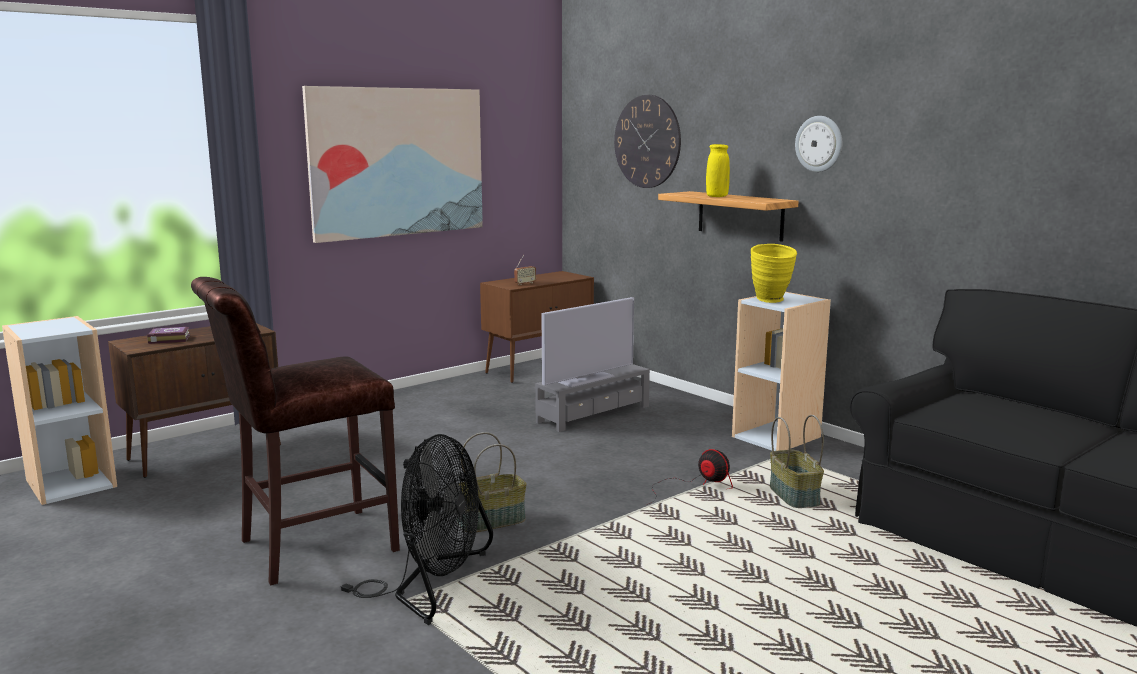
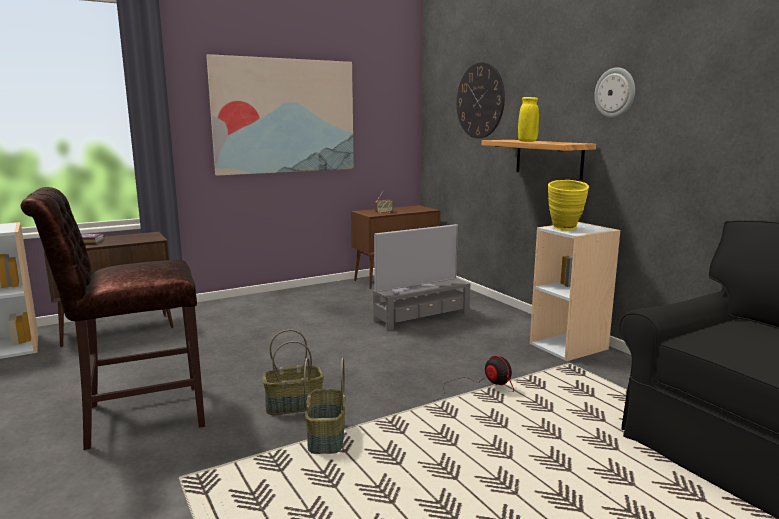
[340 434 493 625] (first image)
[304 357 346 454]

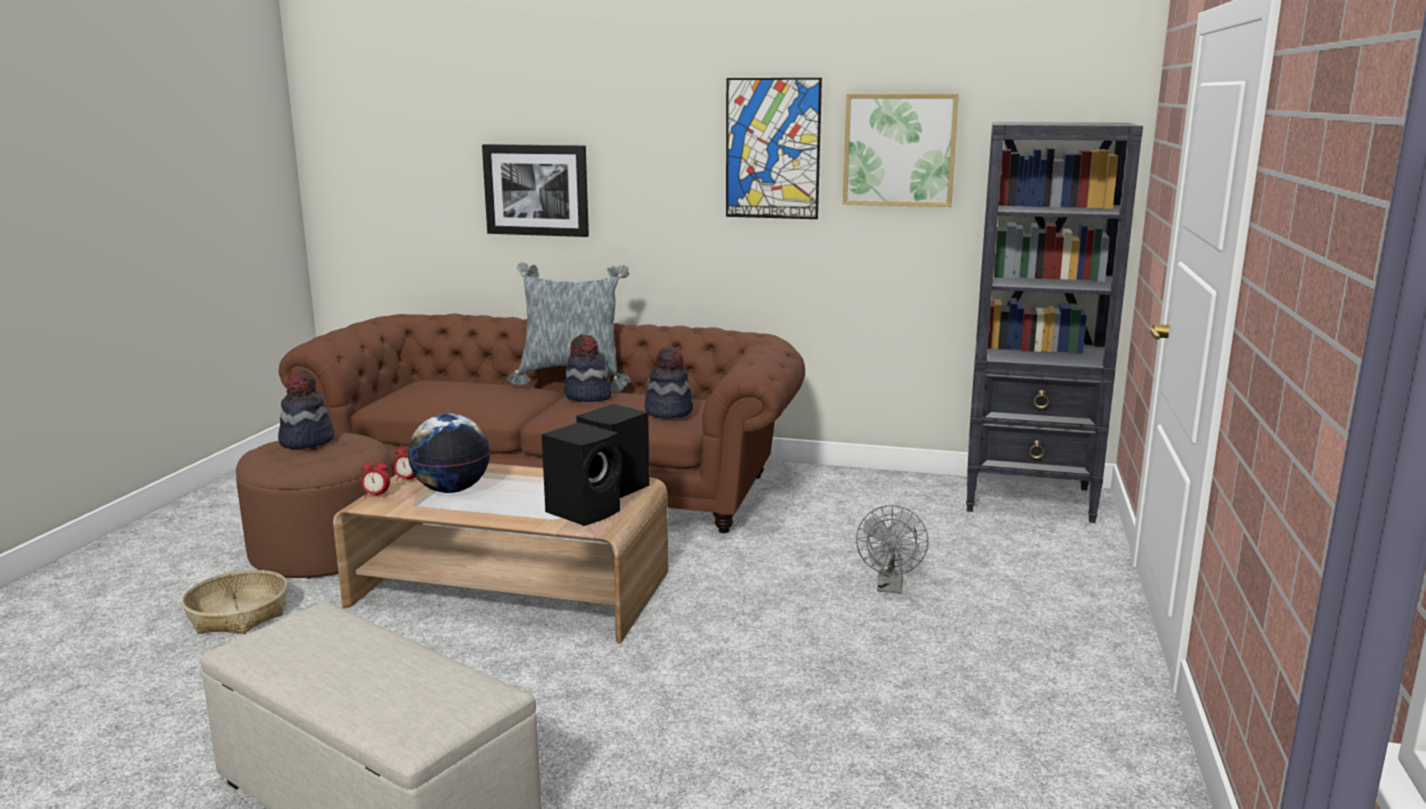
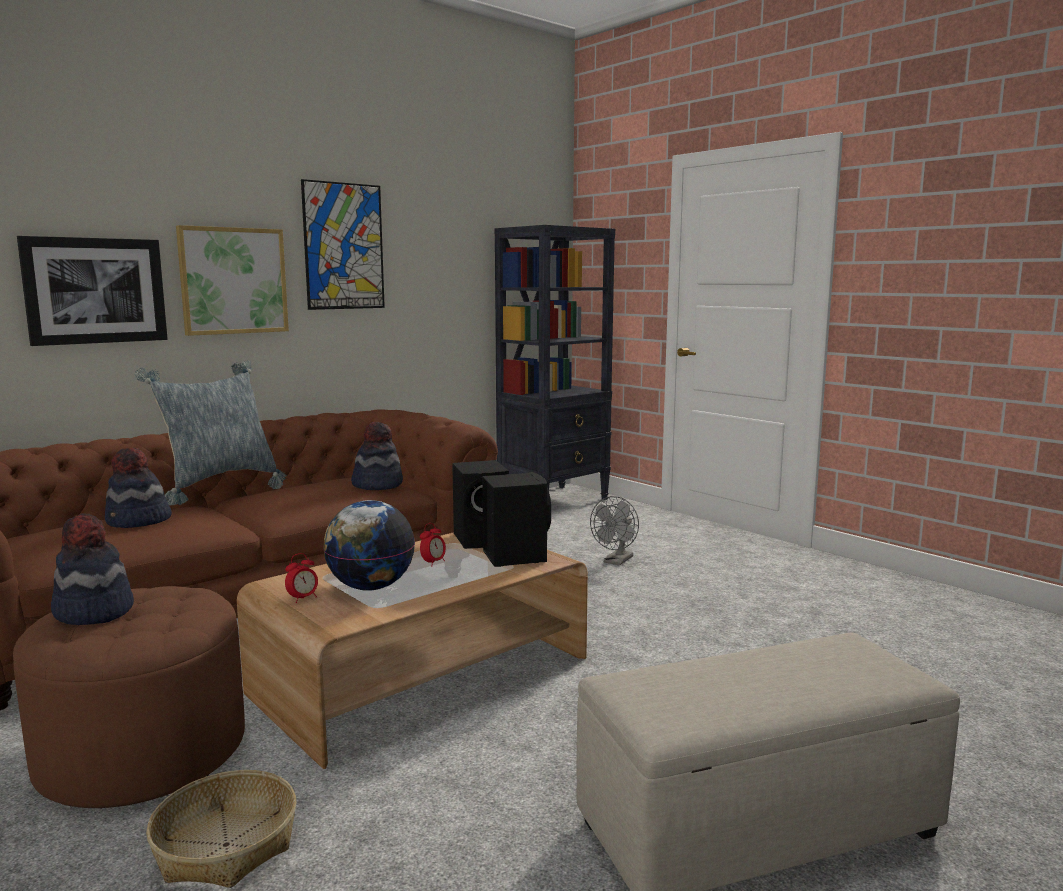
[420 523 446 567]
[105 448 172 528]
[176 225 289 336]
[590 496 639 566]

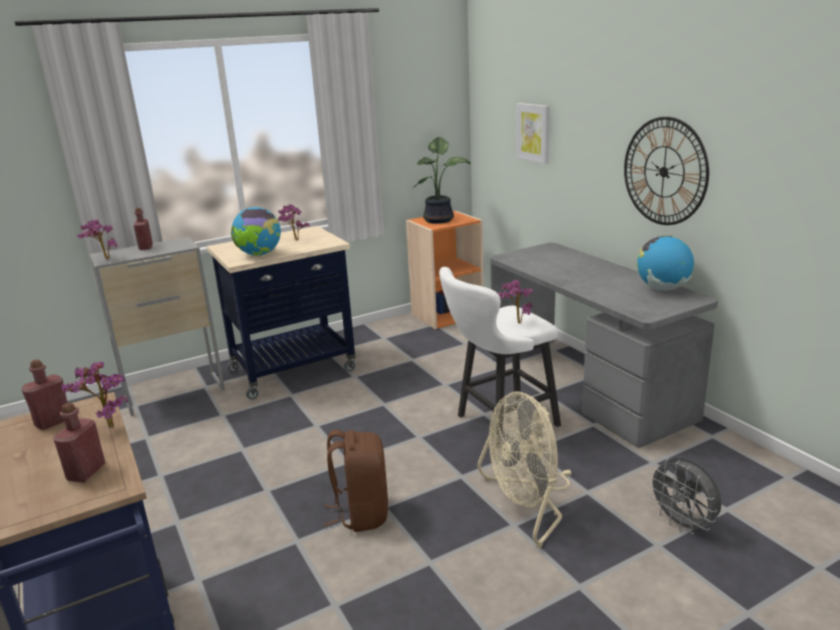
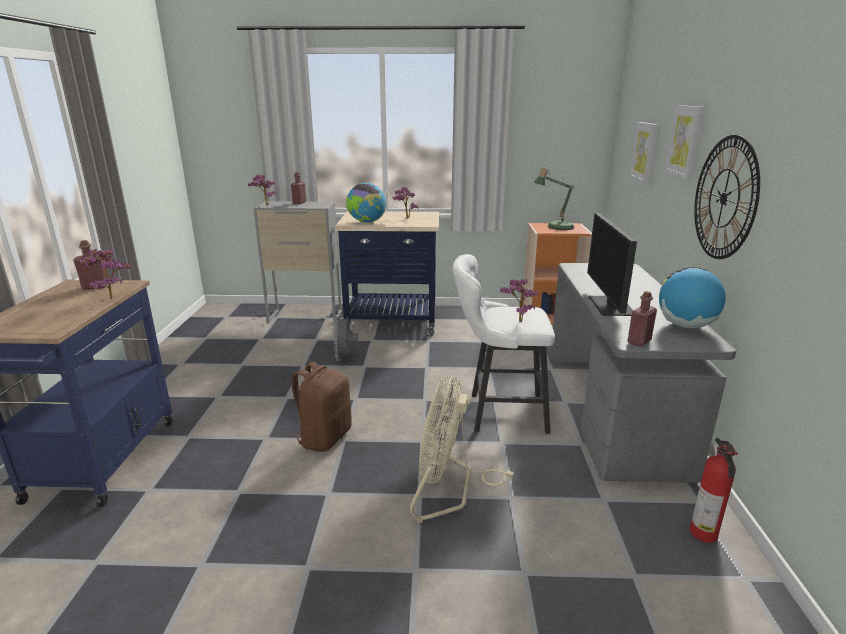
[587 213 637 316]
[664 105 705 179]
[690 438 738 543]
[628 291 657 347]
[333 314 358 361]
[534 167 574 230]

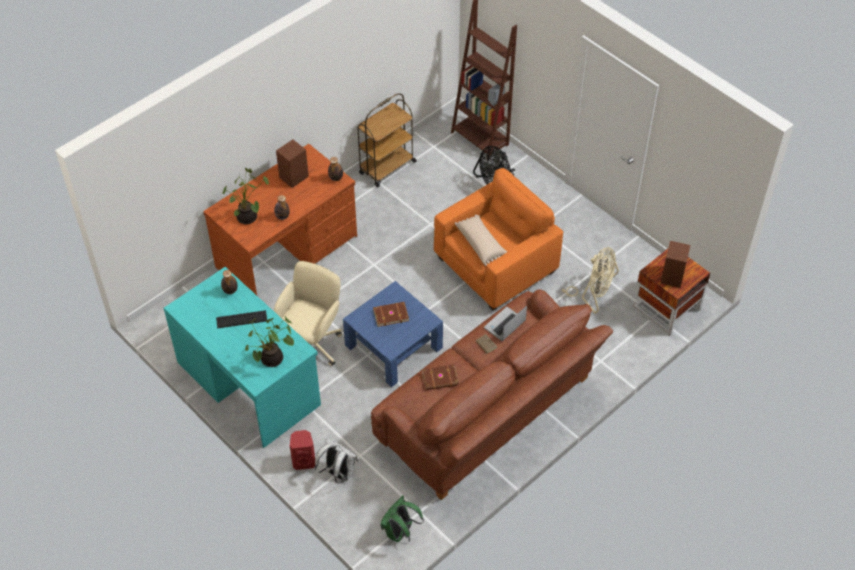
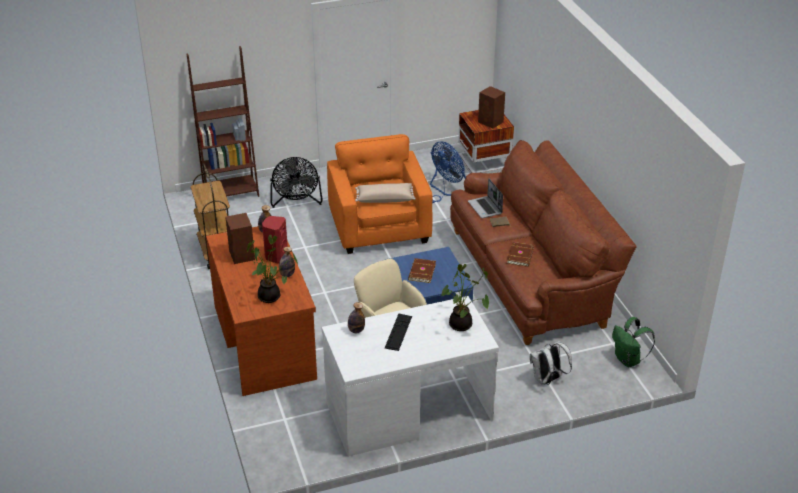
[262 216 288 263]
[321 296 499 456]
[430 142 466 203]

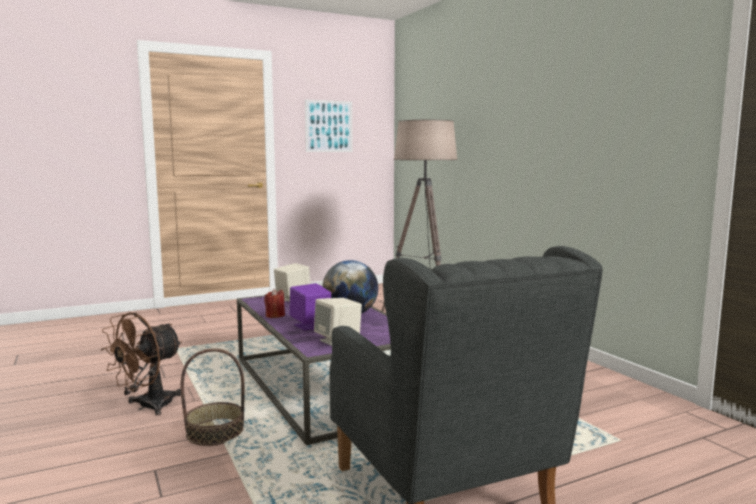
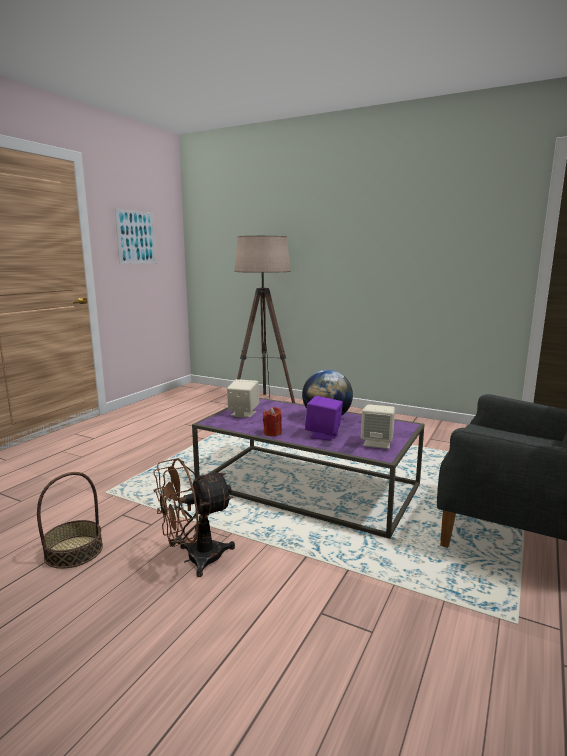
[37 472 103 569]
[153 458 235 577]

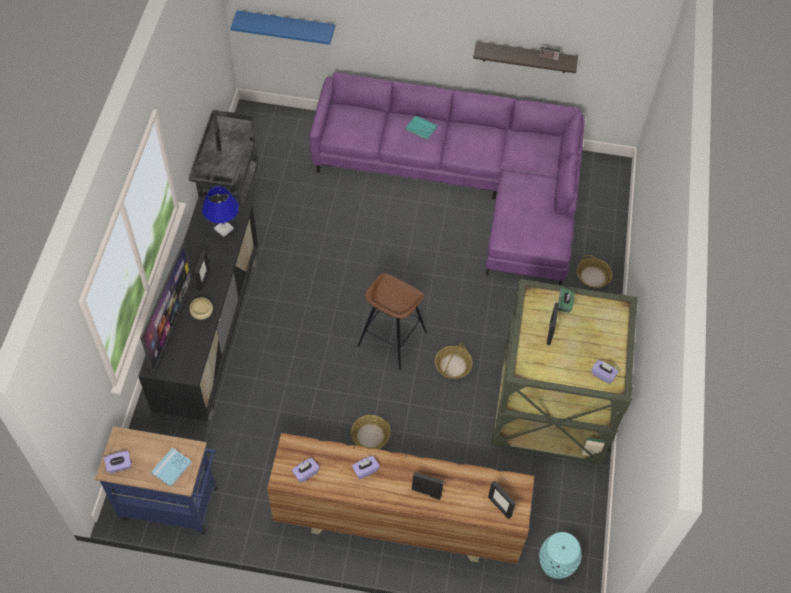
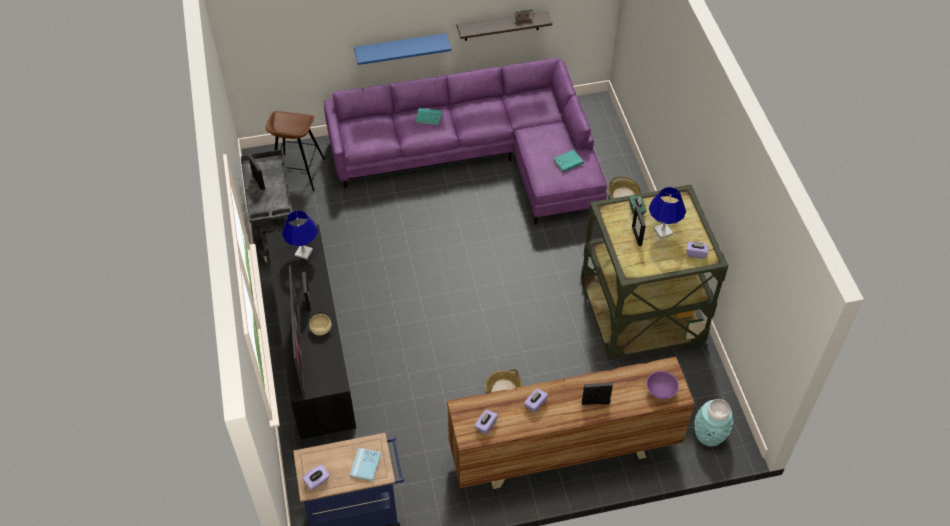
[435 343 473 379] (first image)
[553 150 584 172]
[649 187 686 239]
[708 399 730 421]
[354 33 451 65]
[266 111 325 191]
[646 371 679 399]

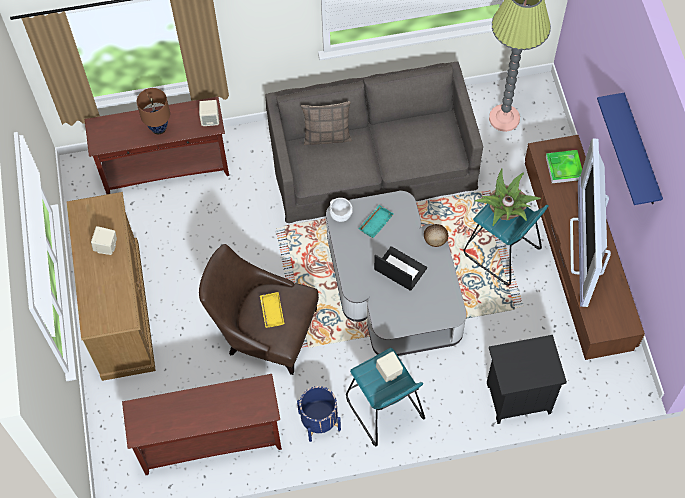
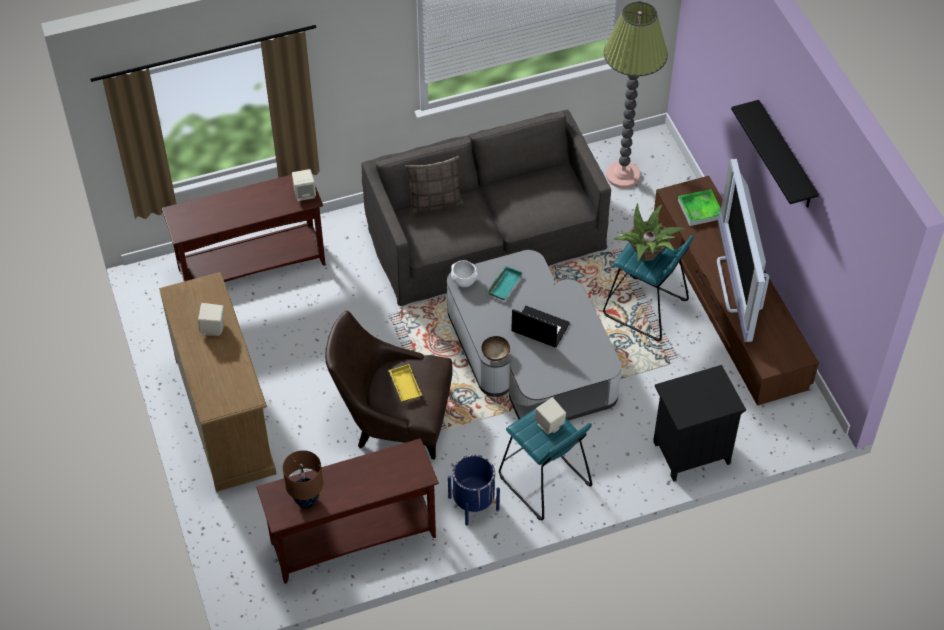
[283 450 323 509]
[482 336 510 361]
[731 100 819 208]

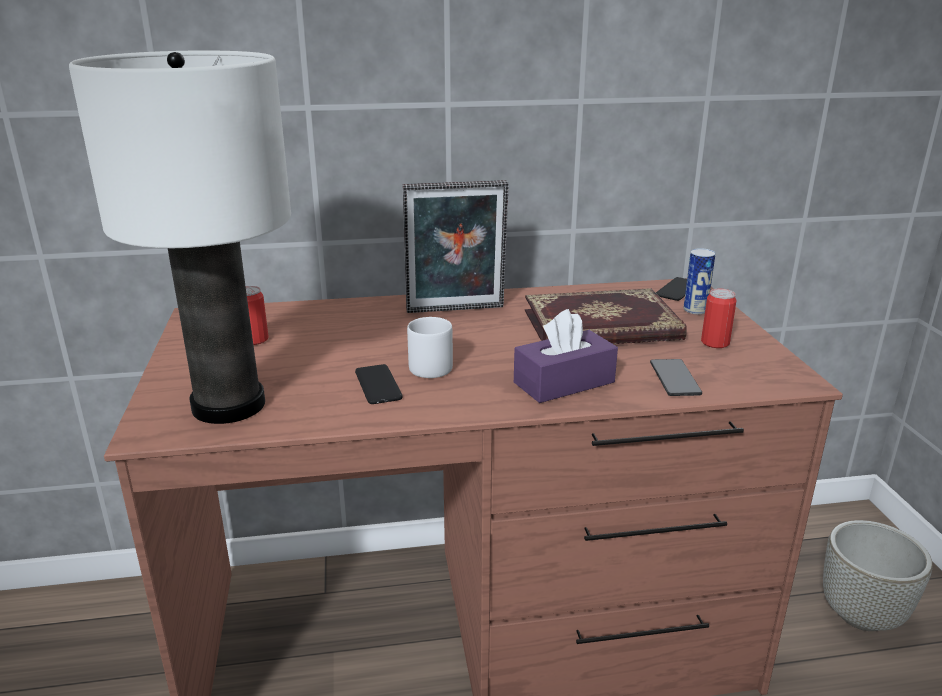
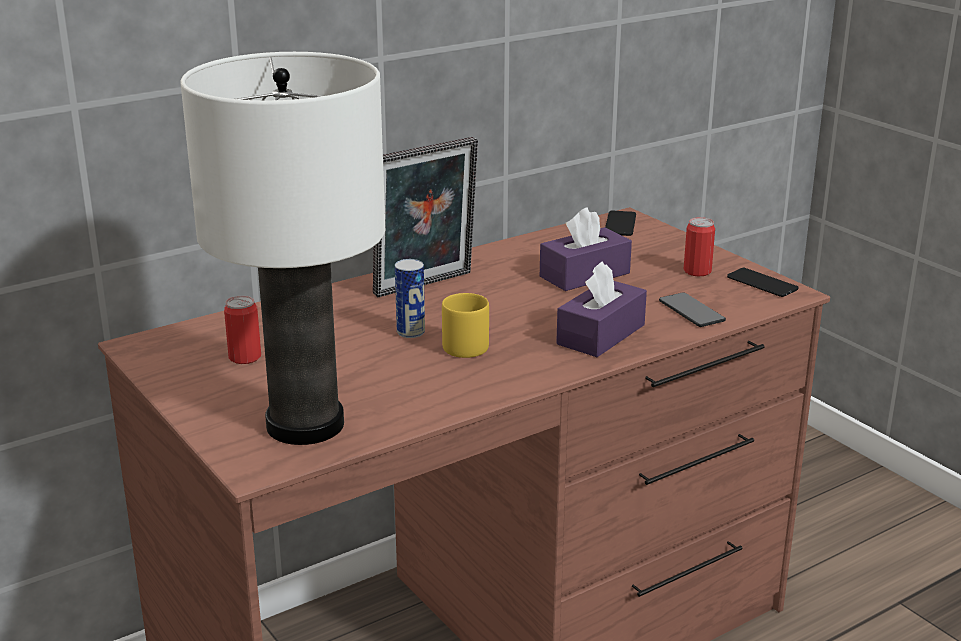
[823 520 933 631] (first image)
[727 267 799 297]
[395 259 425 338]
[540 207 632 291]
[442 293 489 358]

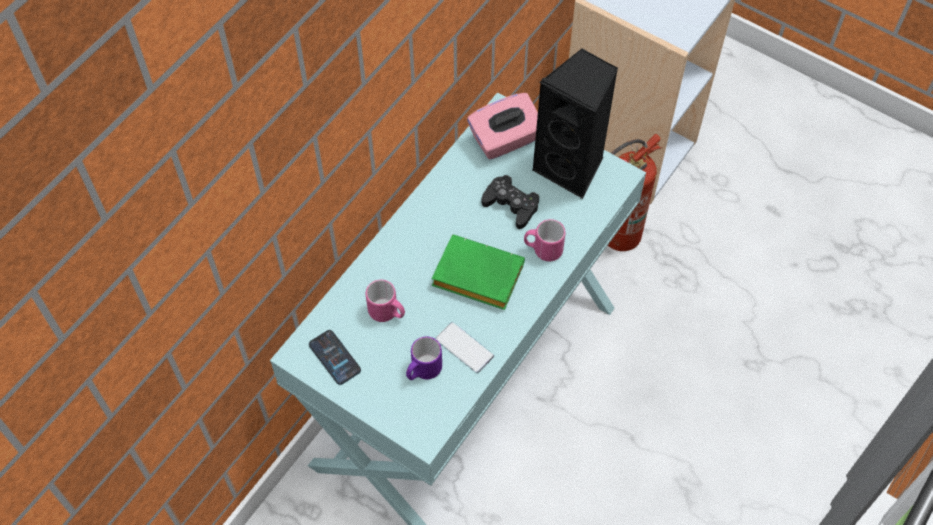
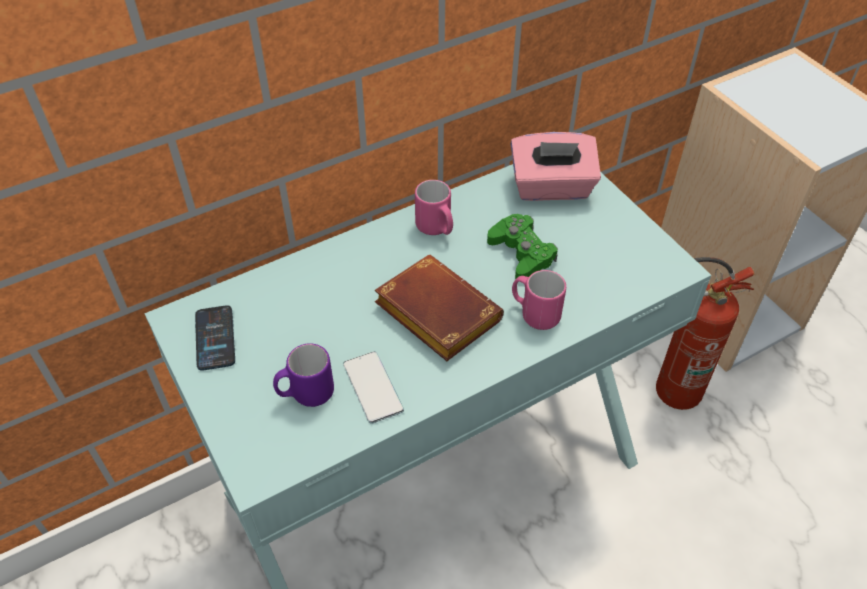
[532 48 618 199] (first image)
[415 180 453 235]
[375 255 504 361]
[487 214 558 279]

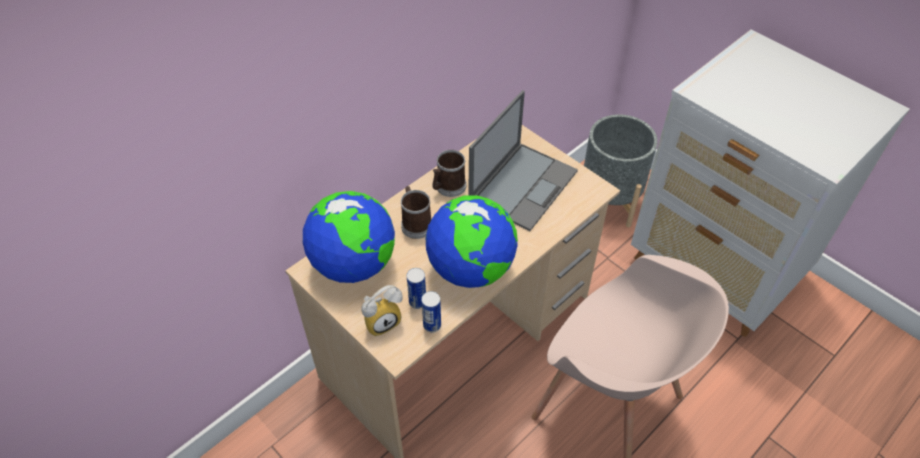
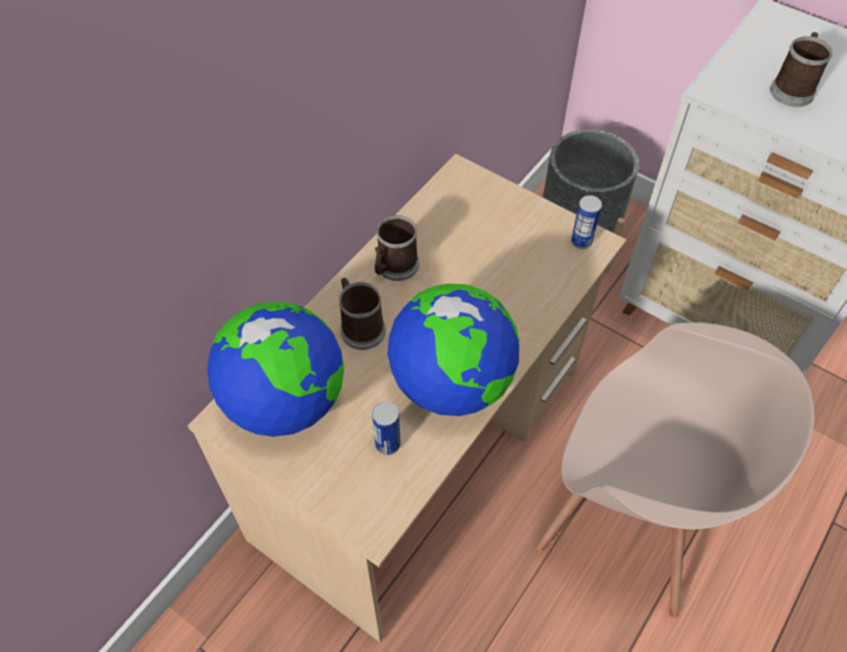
[361 285 402 336] (first image)
[468 90 578 231] (first image)
[770 32 833 107]
[571 195 602 249]

